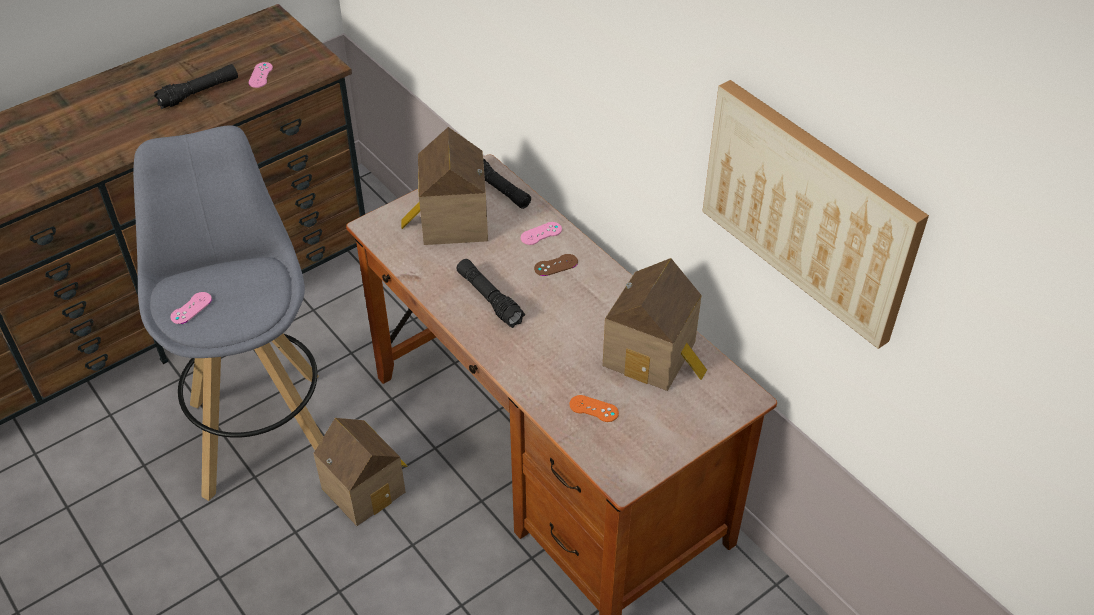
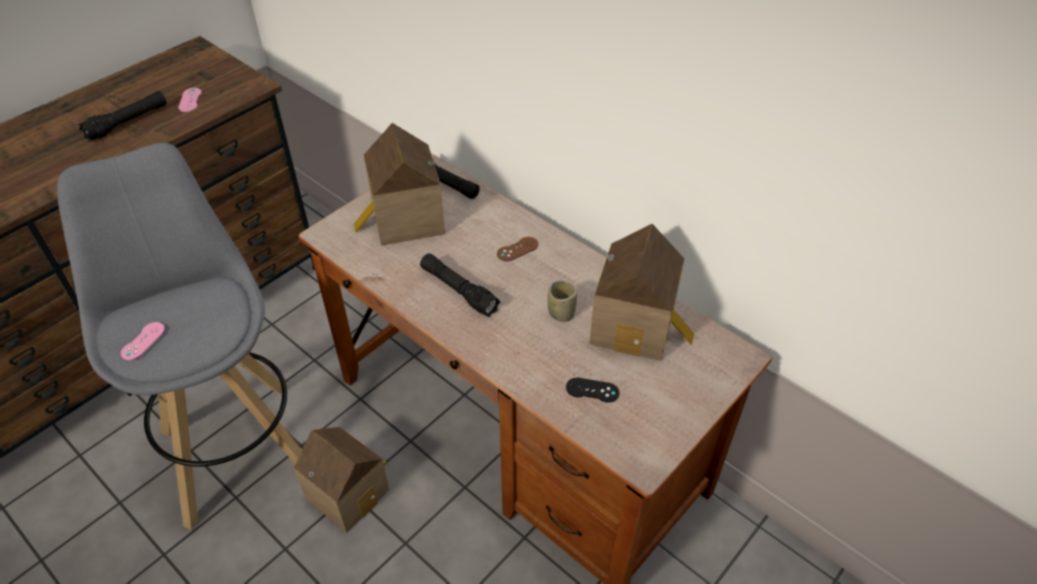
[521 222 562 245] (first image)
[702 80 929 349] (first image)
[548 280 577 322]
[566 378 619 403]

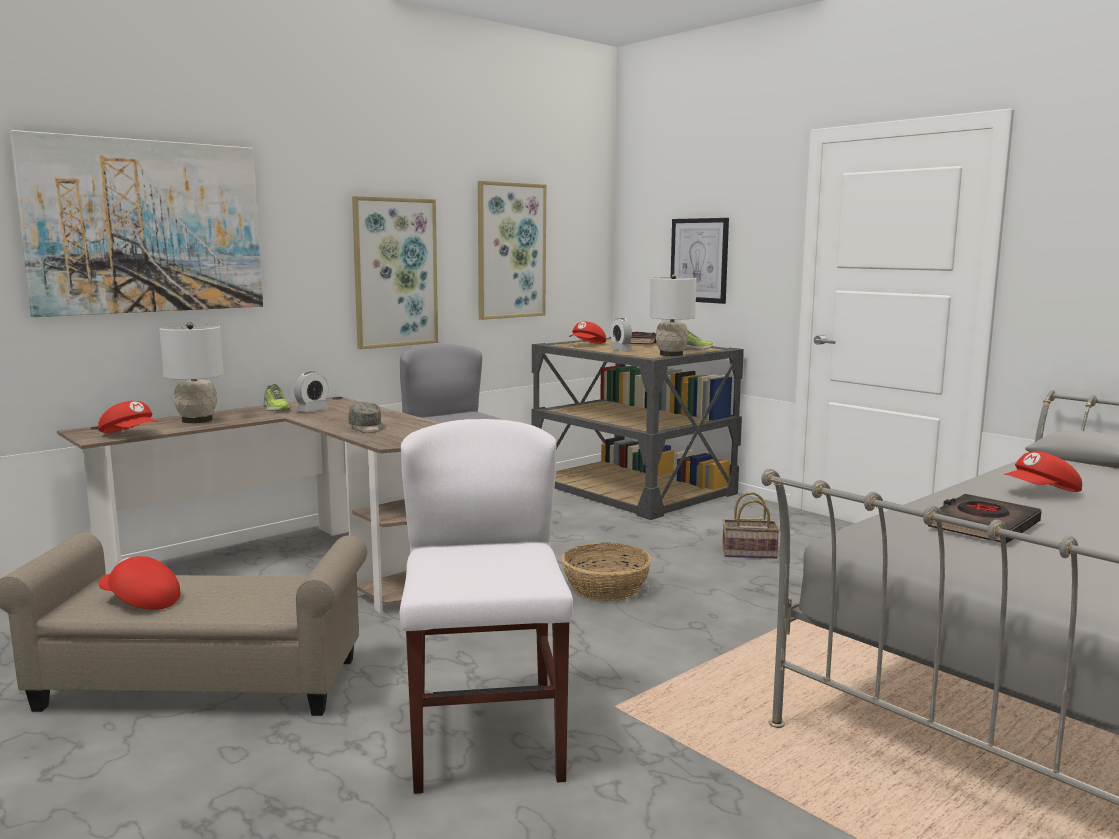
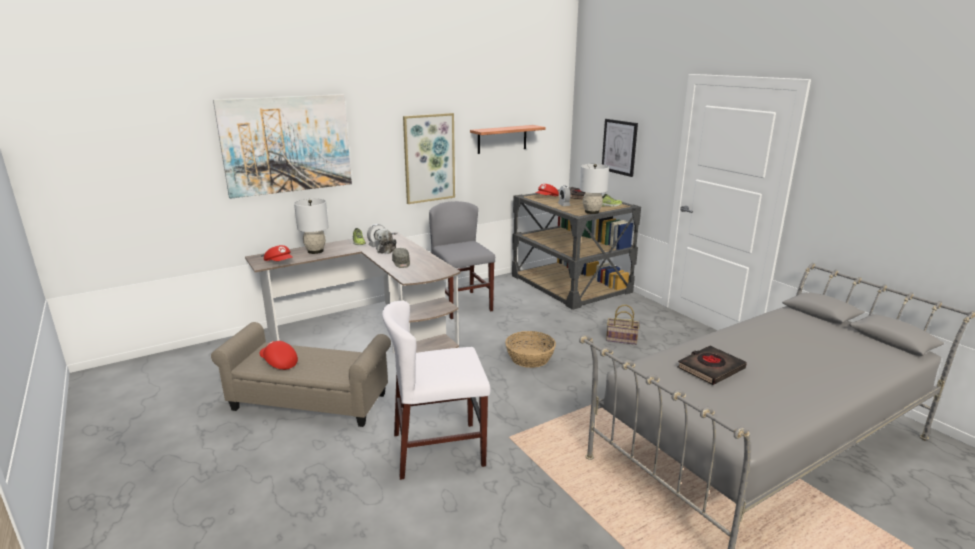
[1004 451 1082 492] (first image)
[375 229 397 254]
[470 125 546 154]
[382 301 491 480]

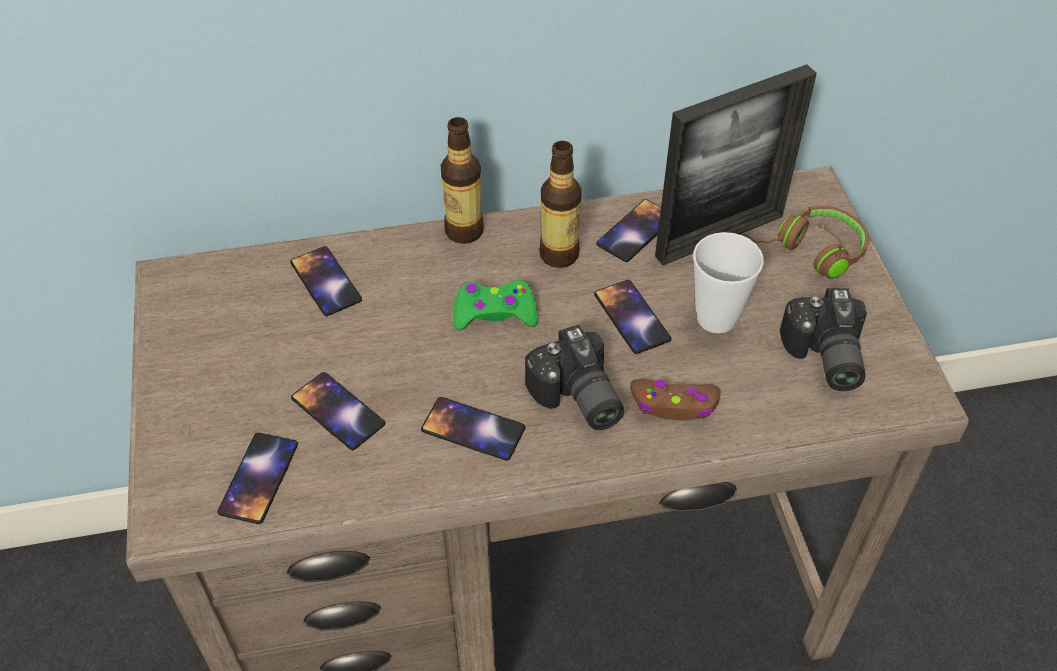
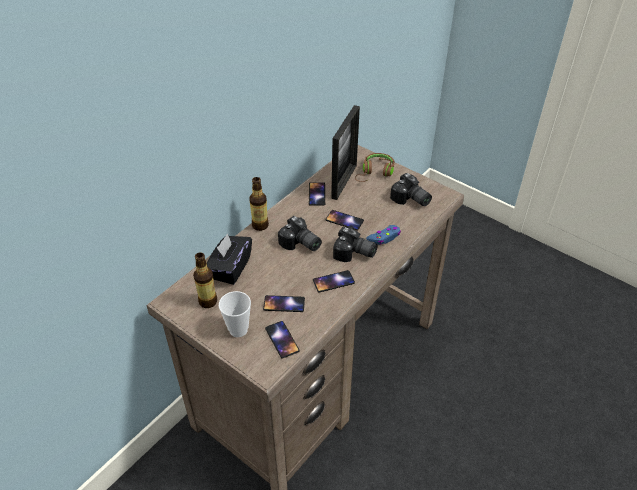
[193 252 217 308]
[219 291 251 337]
[207 233 252 285]
[278 216 322 251]
[366 225 401 245]

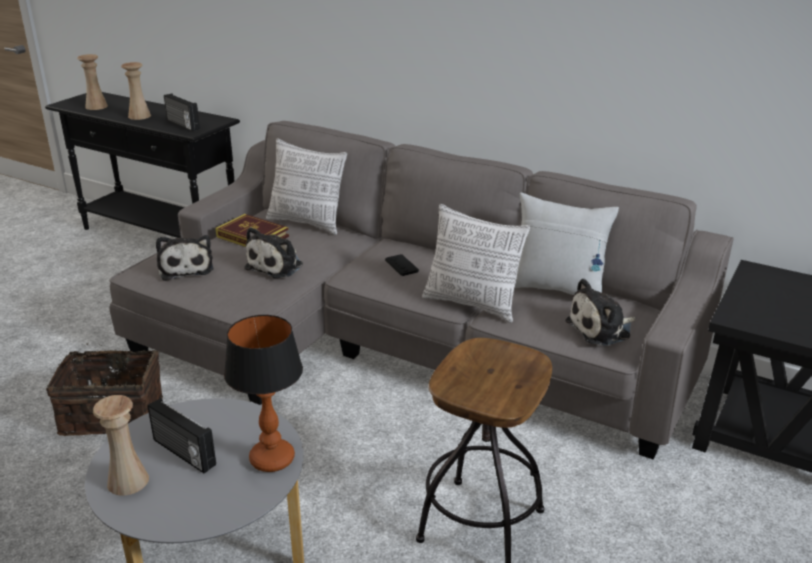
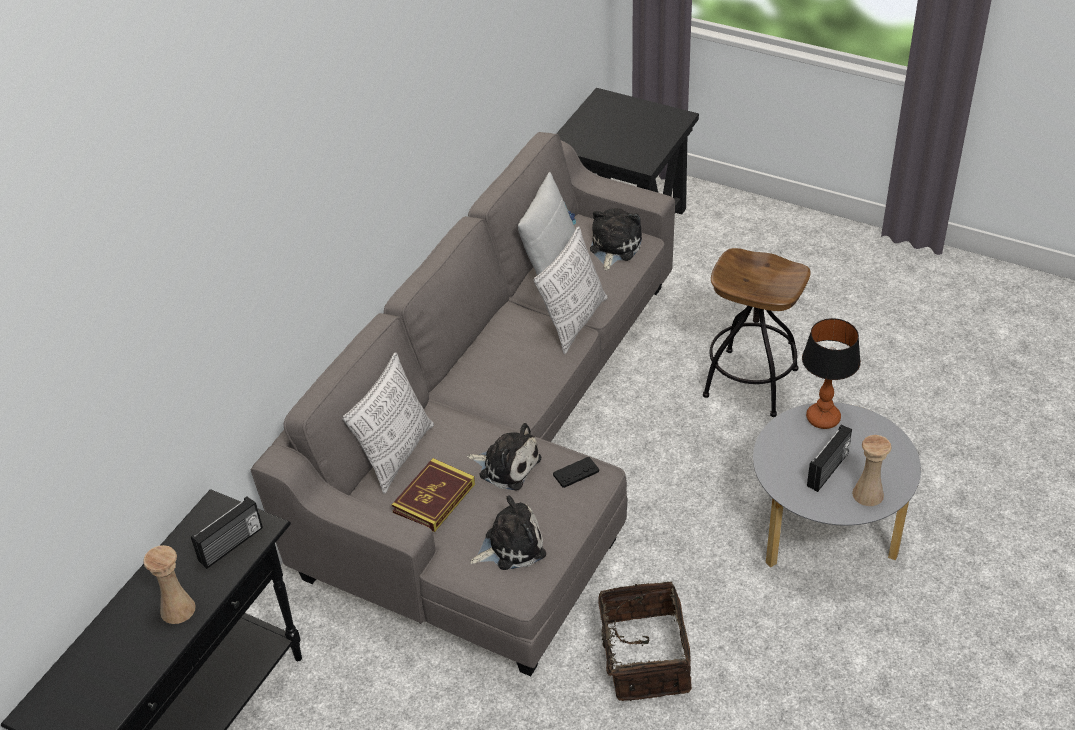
[77 54 108 110] (first image)
[553 457 599 488]
[590 208 642 271]

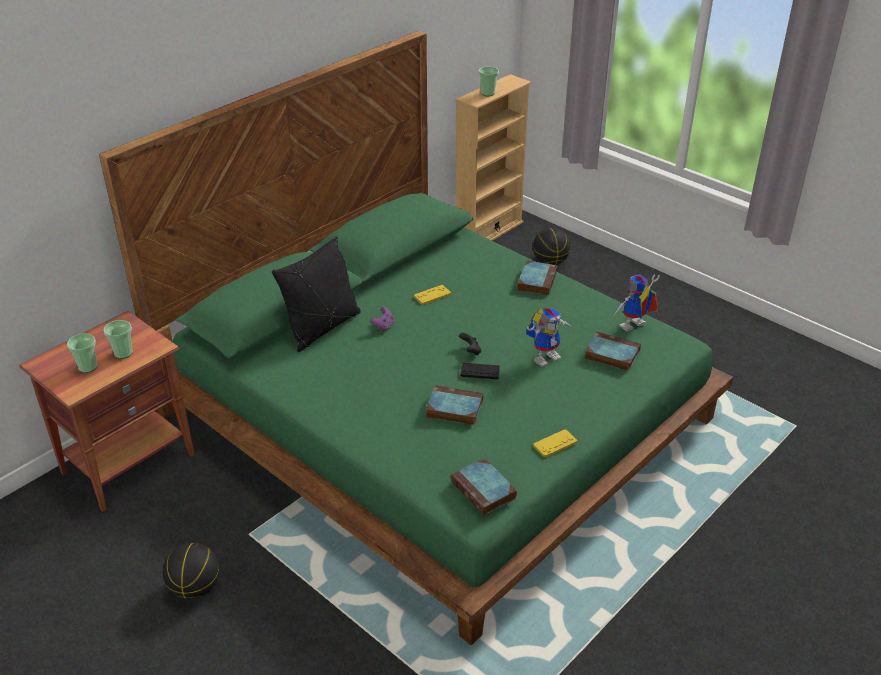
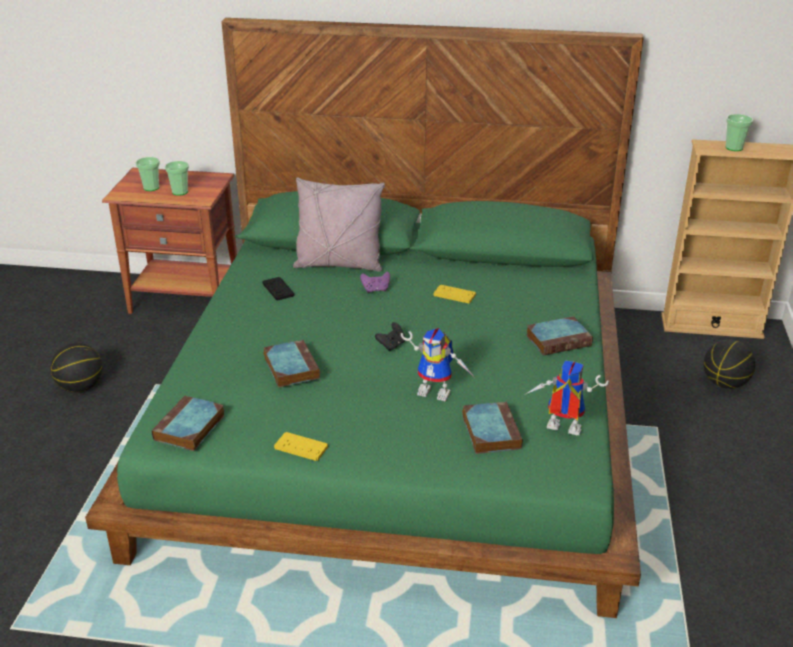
[262 277 294 301]
[293 177 385 272]

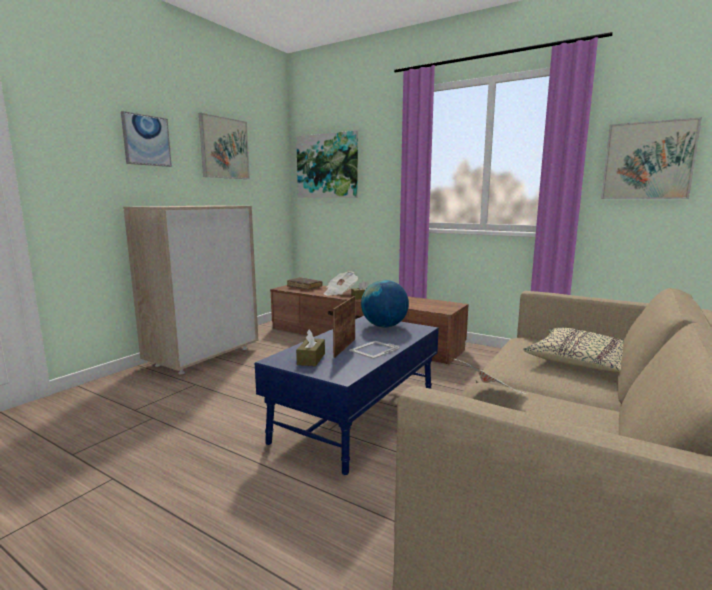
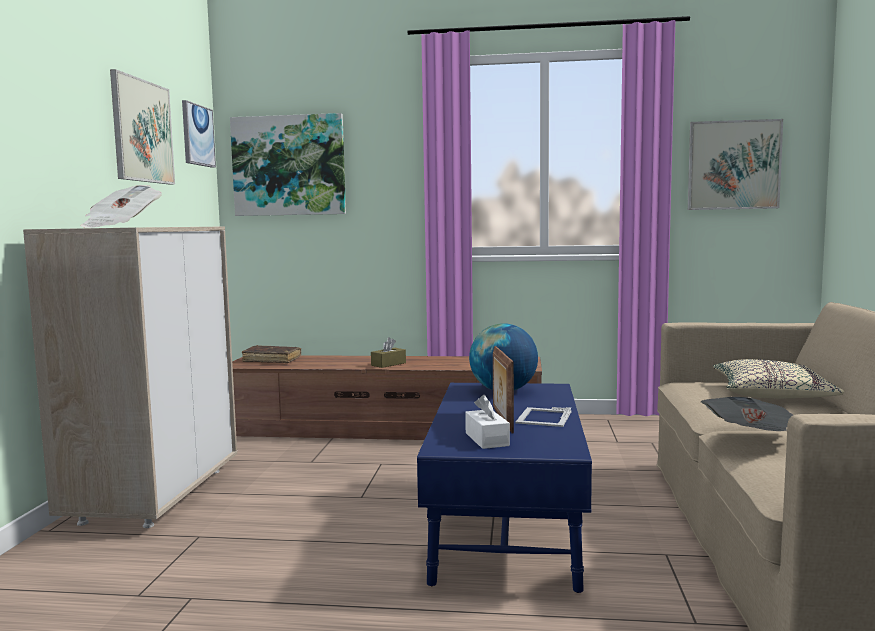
[182 100 216 168]
[81 185 162 228]
[465 395 510 449]

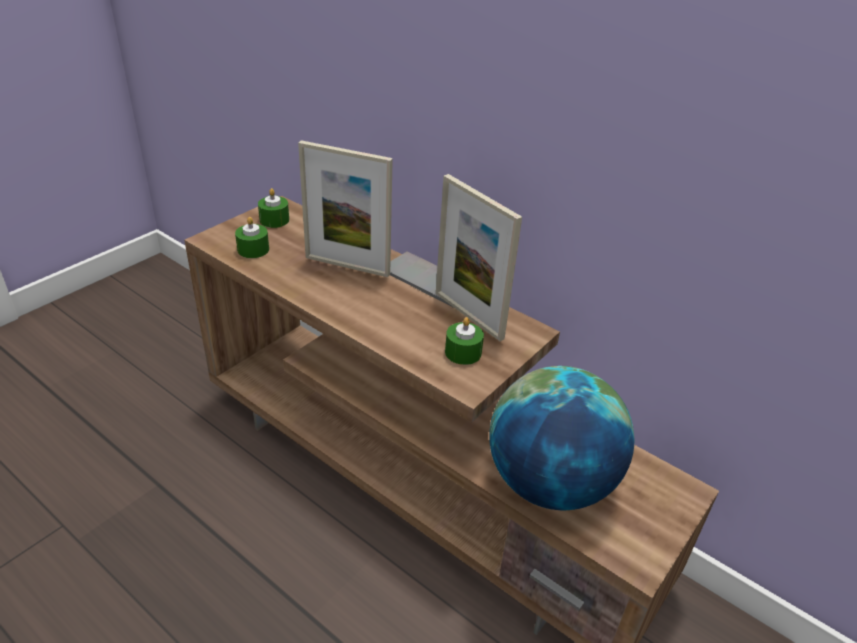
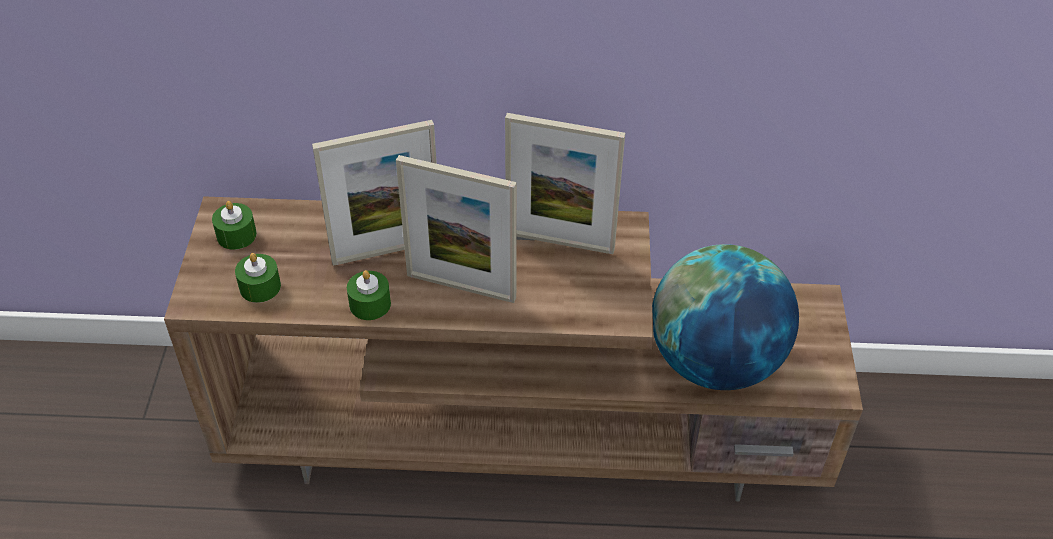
[396 155 517 303]
[347 270 391 320]

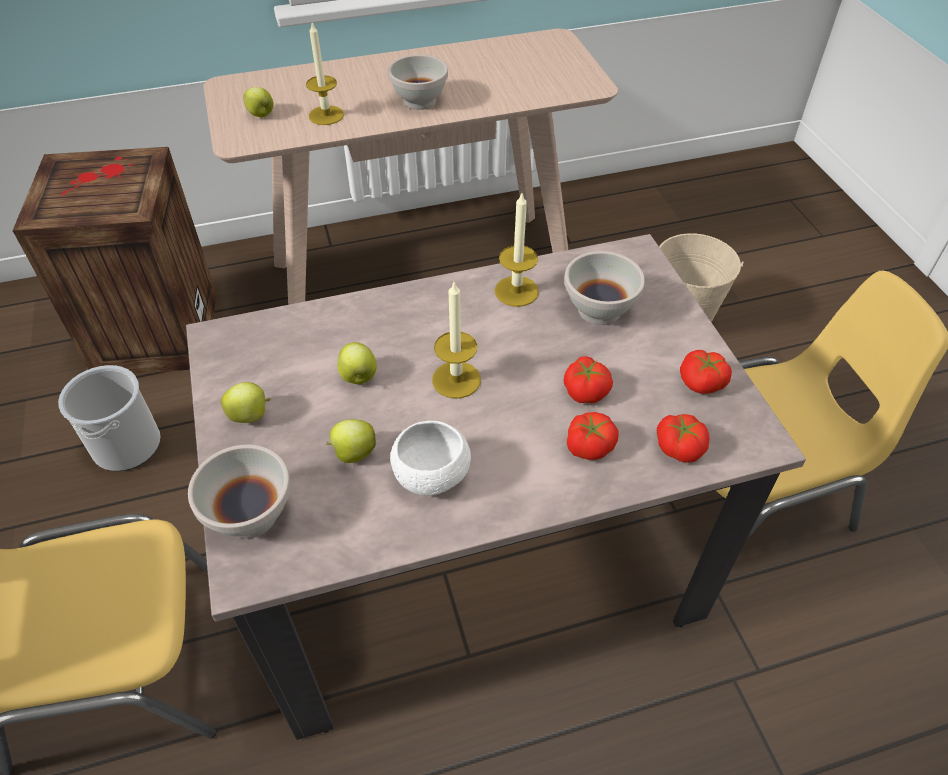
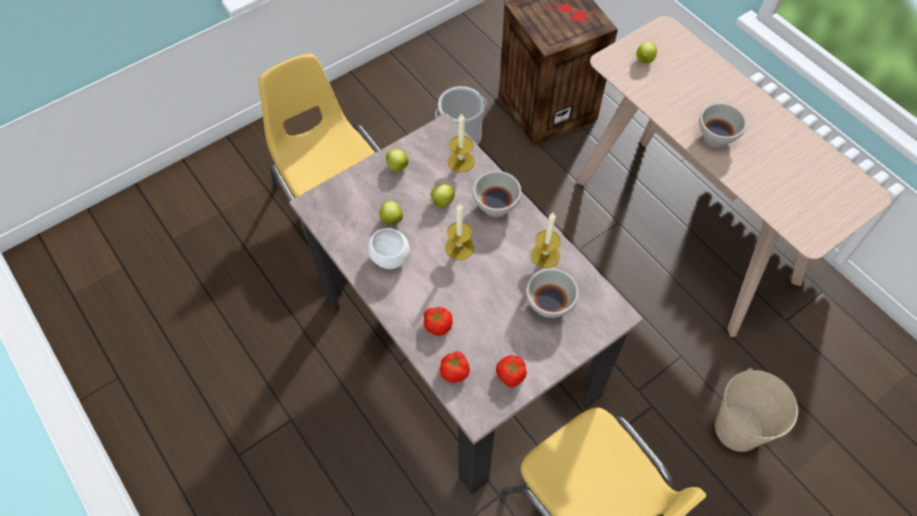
[564 356 613 404] (first image)
[473 171 521 217]
[448 113 475 173]

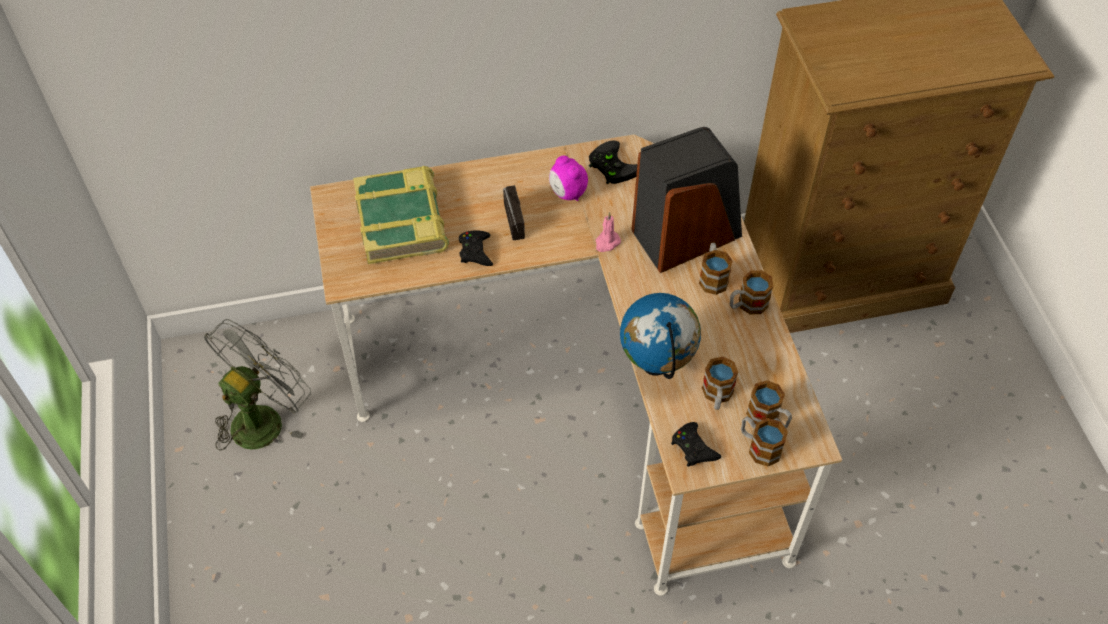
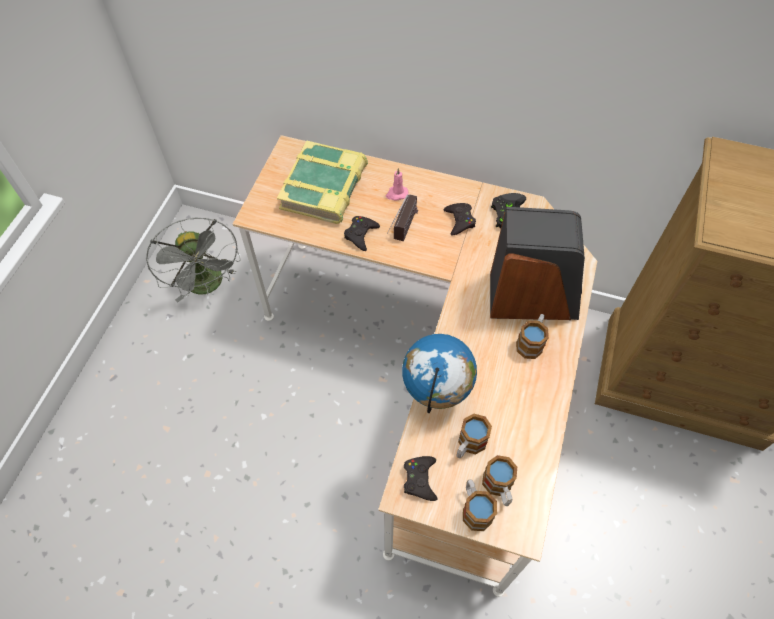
[730 270 773 314] (first image)
[386 168 409 201]
[443 203 476 235]
[146 218 241 303]

